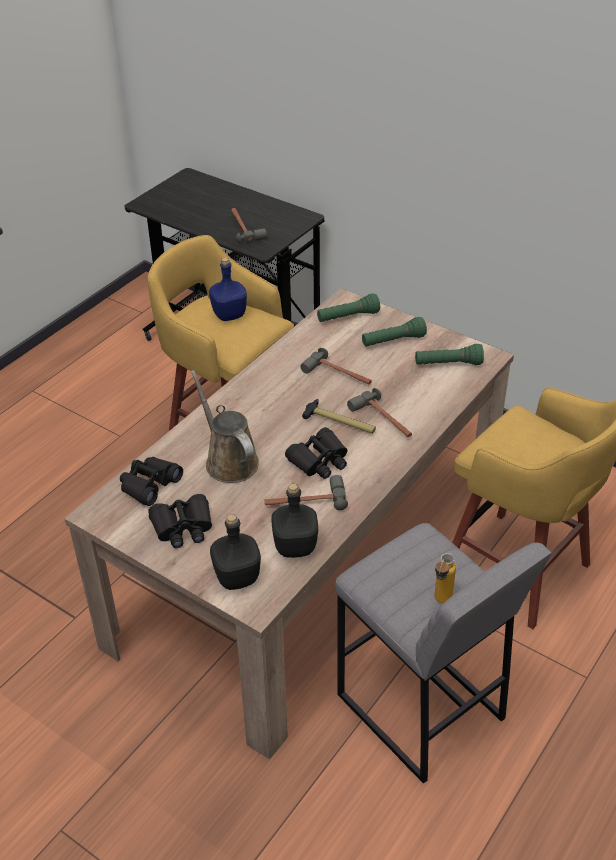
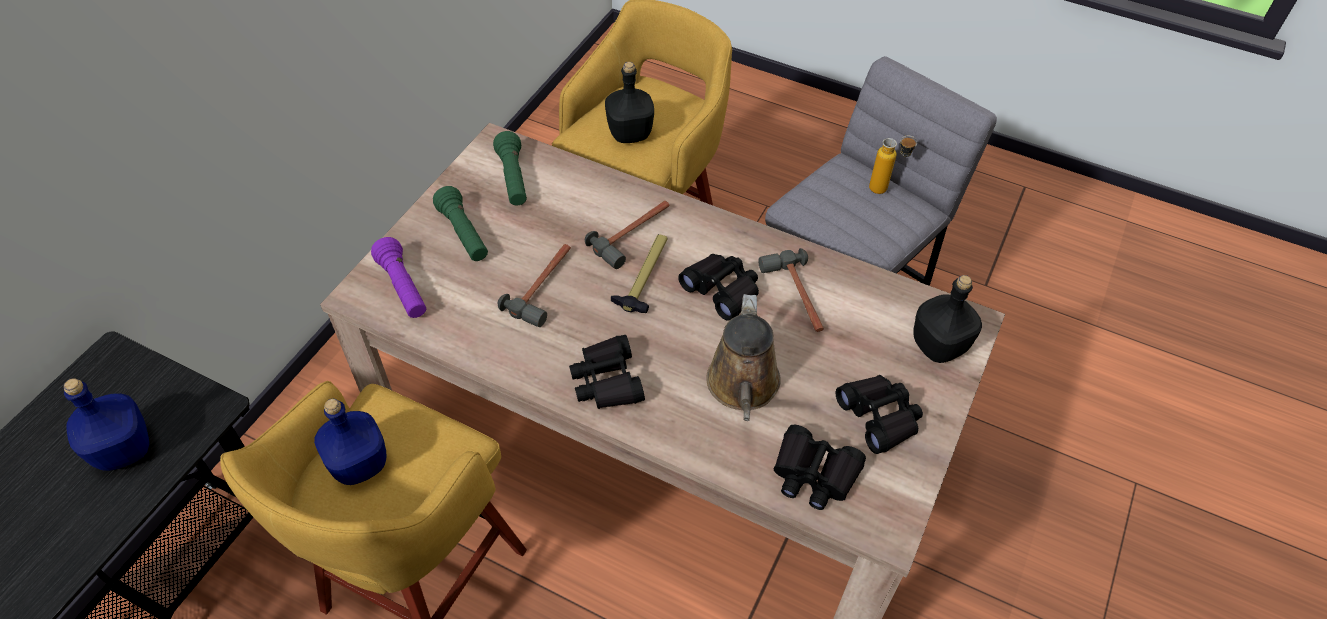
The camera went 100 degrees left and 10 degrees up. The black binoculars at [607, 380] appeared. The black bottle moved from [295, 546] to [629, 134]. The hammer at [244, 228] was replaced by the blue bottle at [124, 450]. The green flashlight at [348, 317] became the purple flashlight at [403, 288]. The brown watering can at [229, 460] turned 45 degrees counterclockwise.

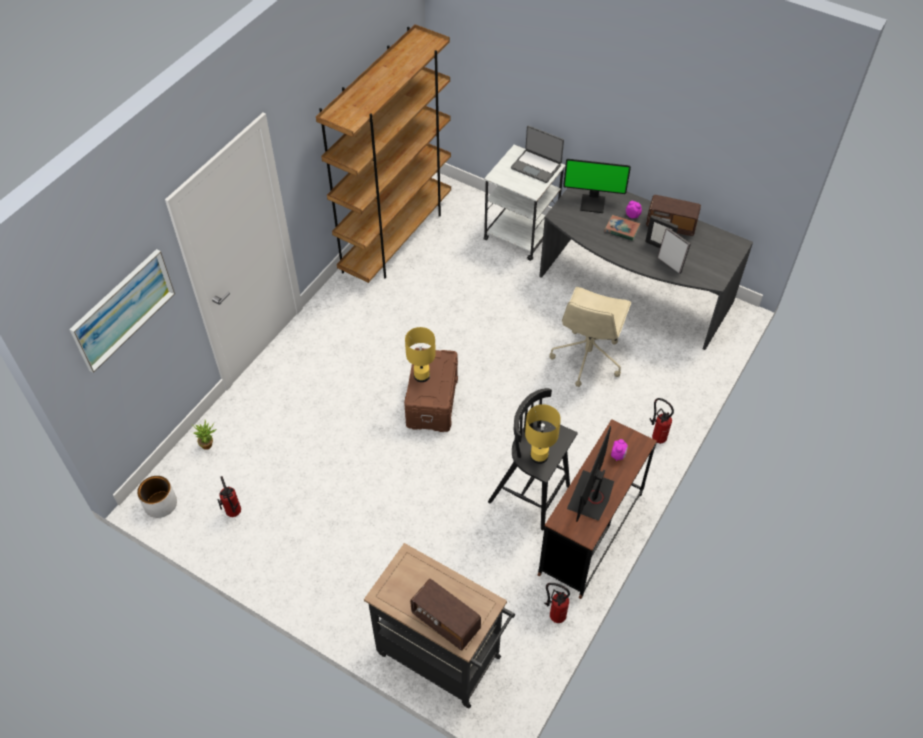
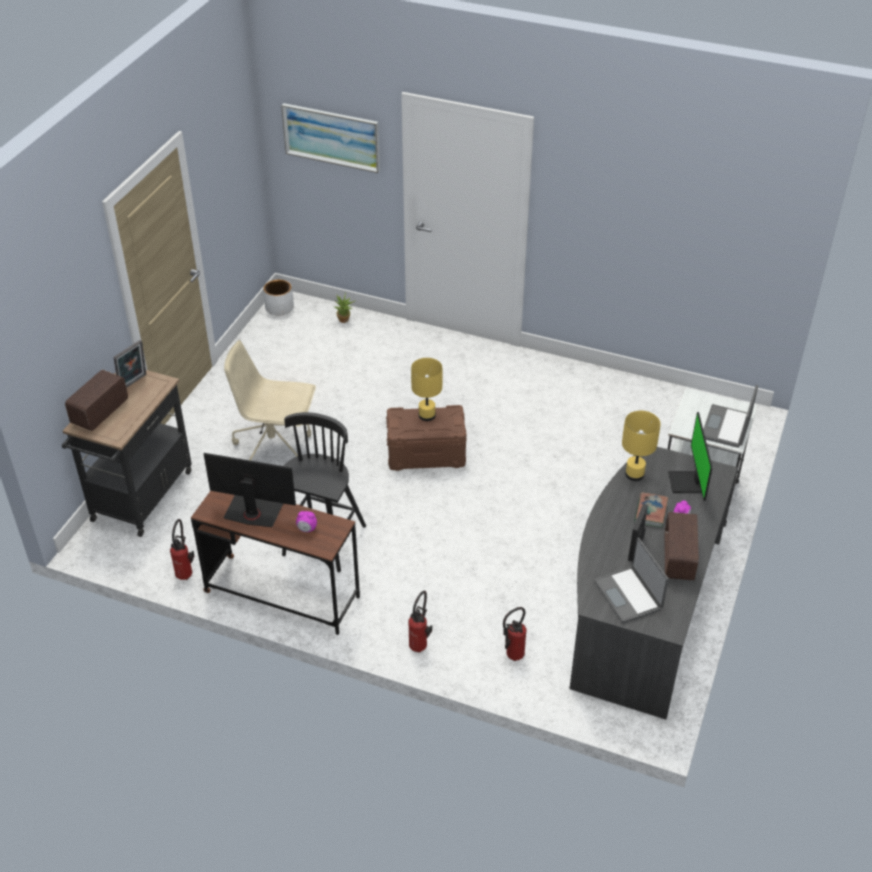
The camera went 80 degrees right and 10 degrees down. The brown bookcase at [396, 238] disappeared. The laptop at [629, 595] appeared. The fire extinguisher moved from [233, 514] to [512, 656]. The yellow table lamp moved from [539, 456] to [634, 474]. The beige office chair moved from [588, 356] to [276, 448]. The picture frame moved from [670, 264] to [134, 383].

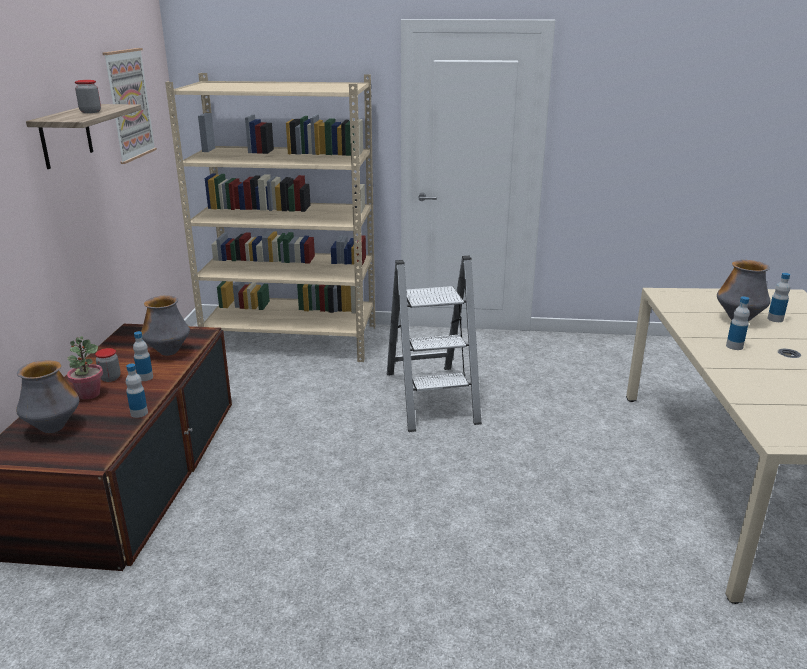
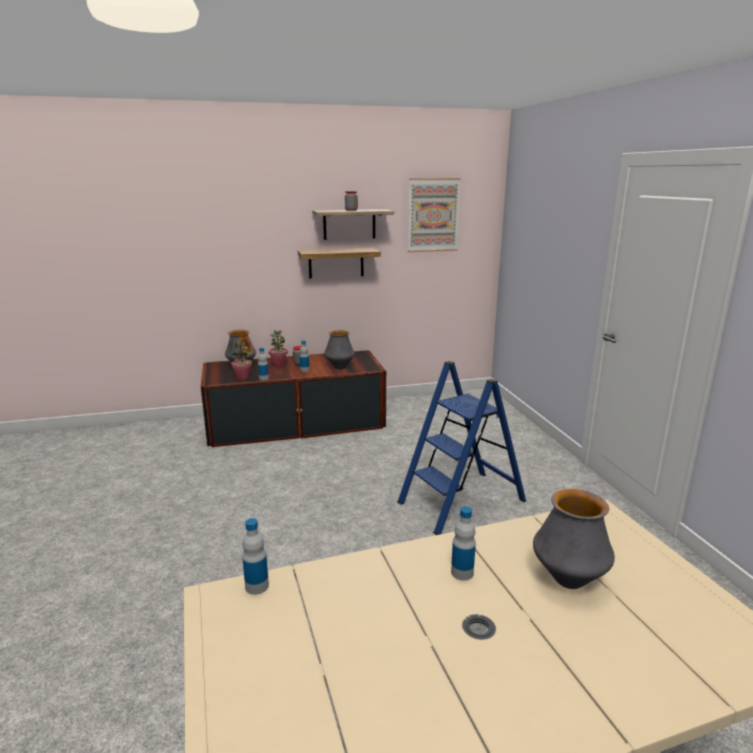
The camera went 70 degrees right and 5 degrees down. The beige bookcase at [292, 340] disappeared. The potted plant at [243, 377] appeared. The shelf at [336, 263] appeared. The bottle moved from [775, 319] to [257, 586]. The grey step ladder at [430, 396] became the blue step ladder at [463, 501].

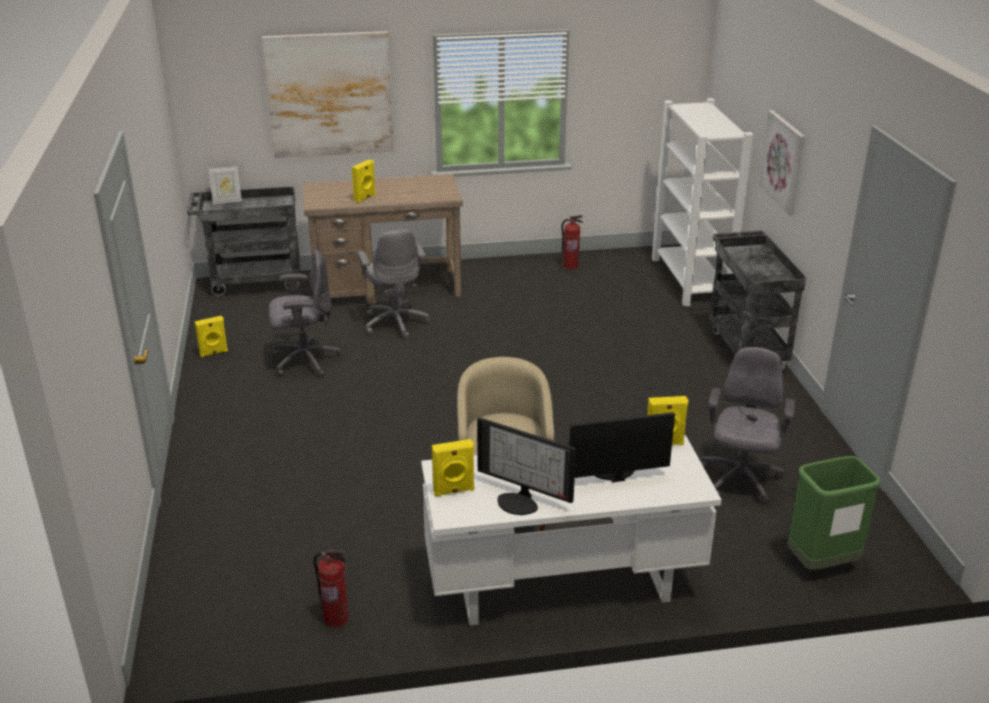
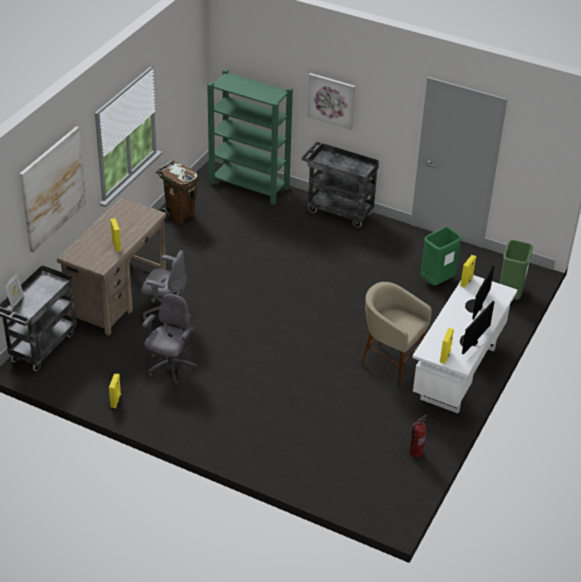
The camera went 55 degrees left and 10 degrees up. The fire extinguisher at [571, 265] was replaced by the brown trash can at [180, 215]. The grey office chair at [740, 480] was replaced by the green trash can at [437, 281]. The white bookcase at [690, 280] became the green bookcase at [249, 186]. The monitor at [520, 501] turned 150 degrees clockwise.

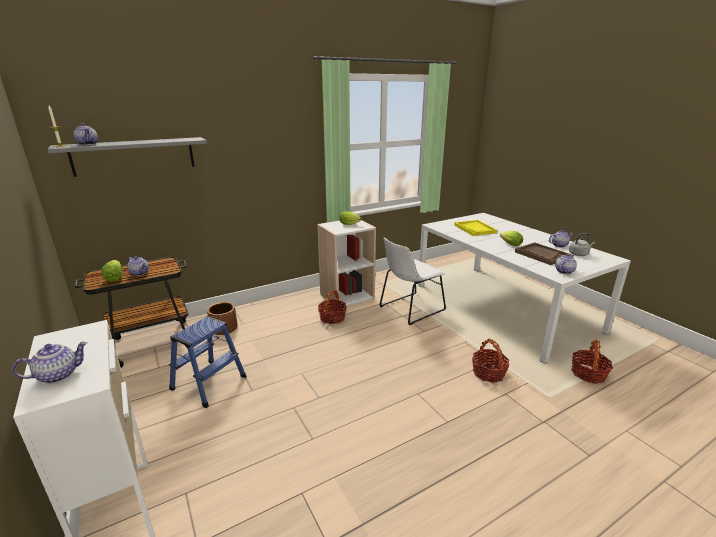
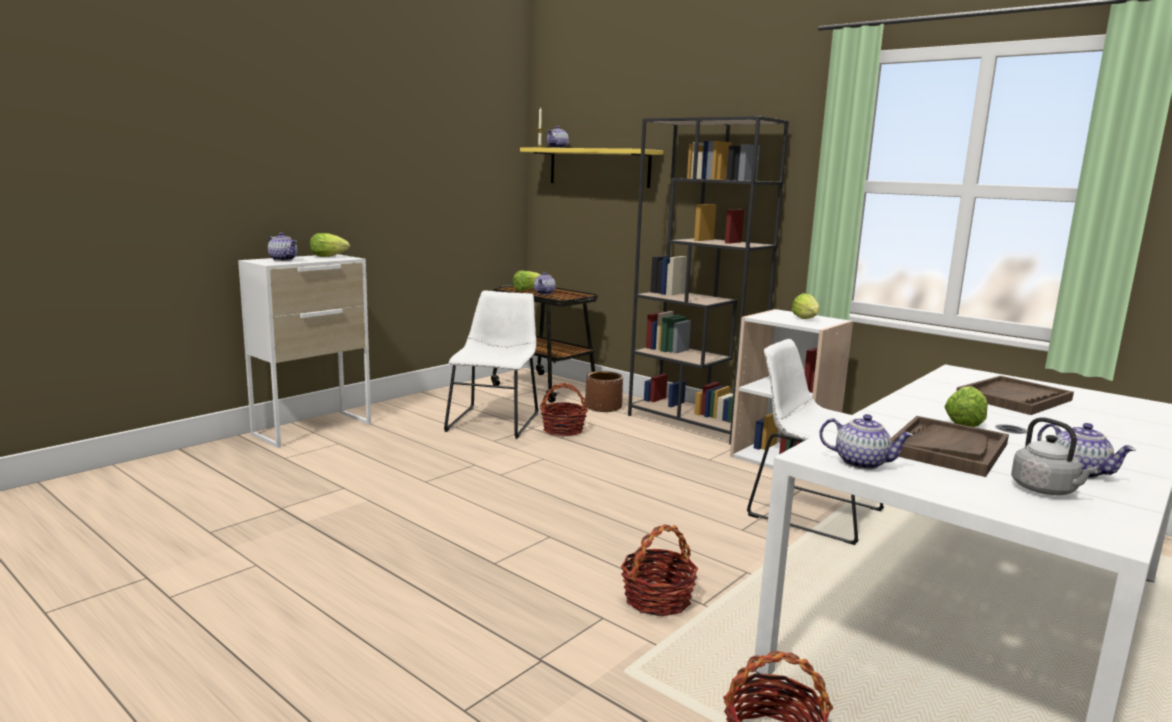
The camera went 70 degrees right and 10 degrees down. The lettuce at [330, 256] appeared. The bookcase at [693, 423] appeared. The basket moved from [332, 318] to [563, 430]. The blue step ladder at [209, 382] was replaced by the white chair at [494, 421]. The grey shelf at [134, 156] became the yellow shelf at [599, 167]. The yellow tray at [475, 229] became the brown tray at [1013, 398].

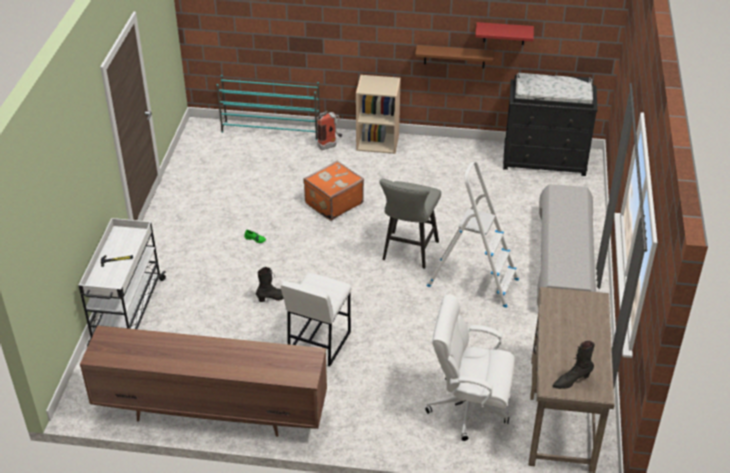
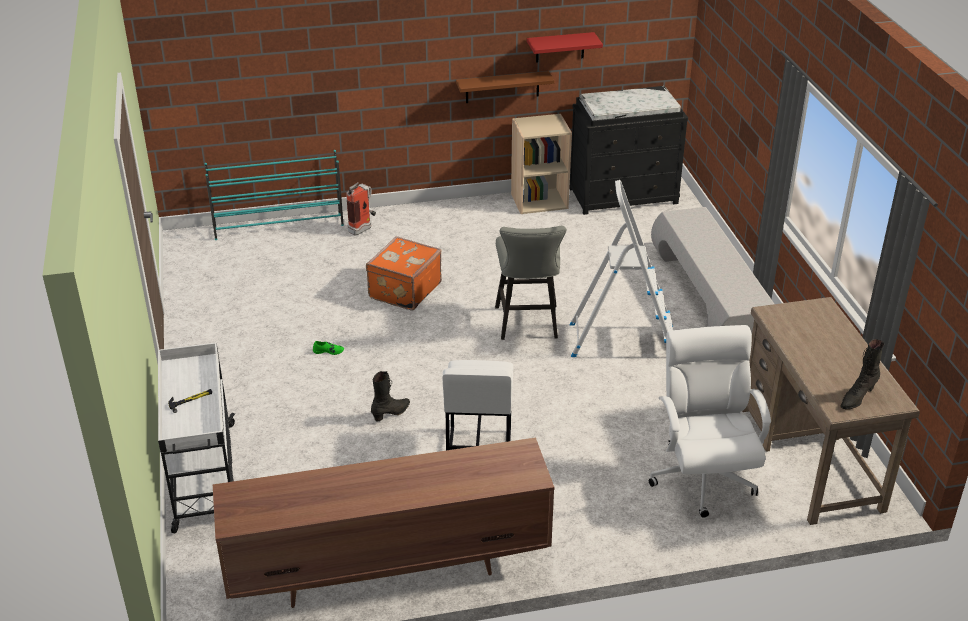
The camera went 20 degrees left and 5 degrees down. The beige bookcase moved from [378, 142] to [540, 200]. The white office chair at [469, 407] turned 90 degrees clockwise.

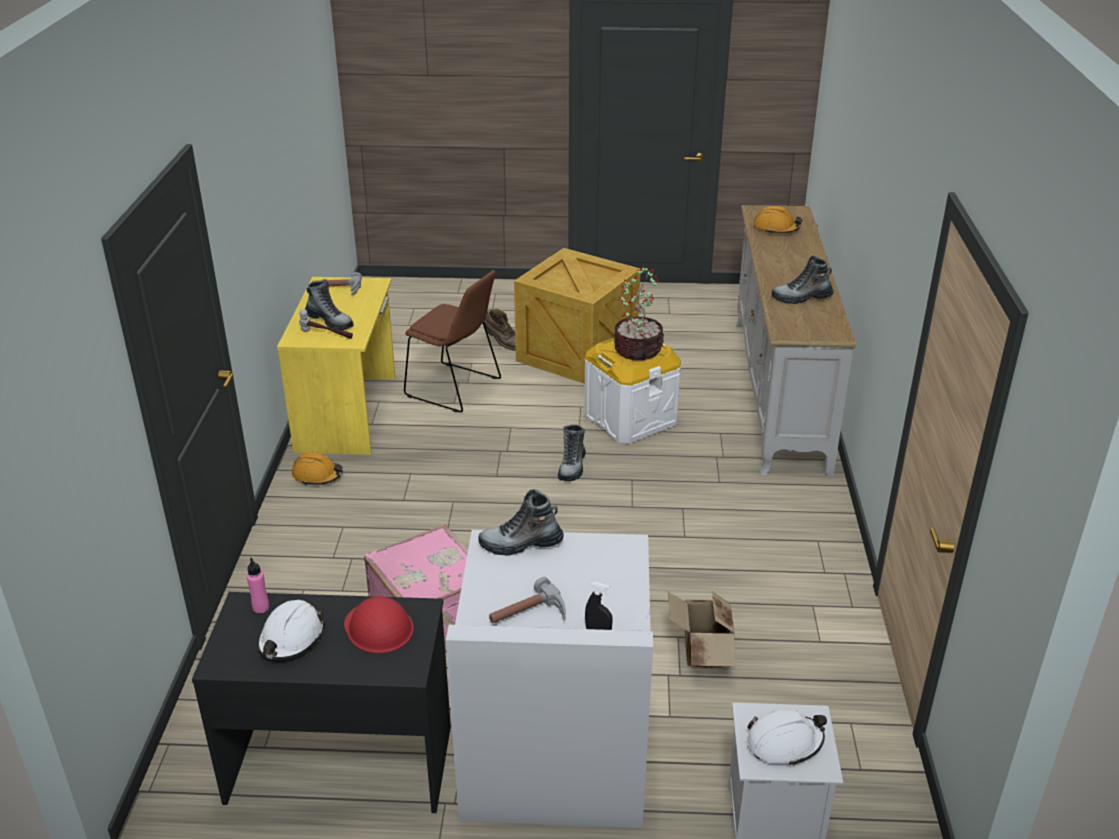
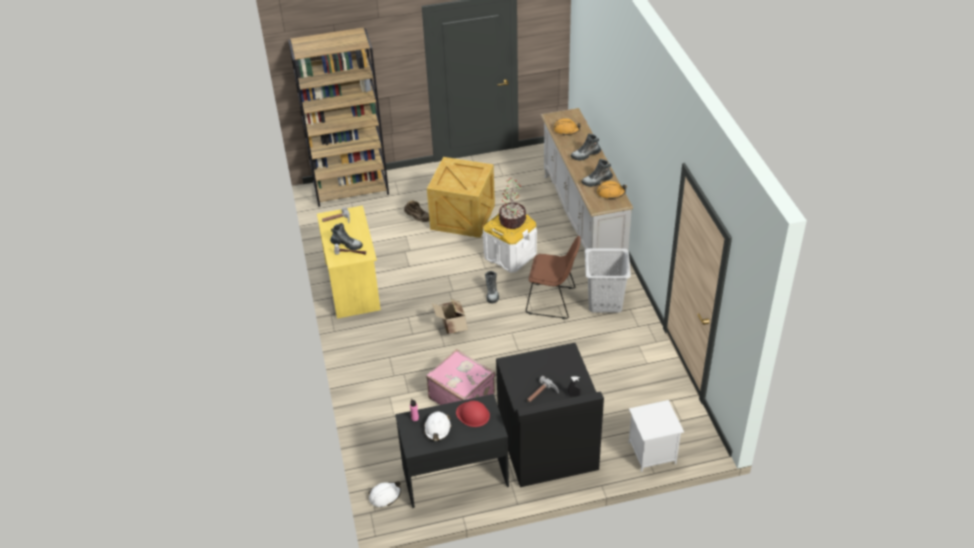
The camera went 15 degrees left and 10 degrees up. The brown bookcase at [351, 189] appeared. The grey laundry basket at [605, 302] appeared. The orange hard hat moved from [317, 475] to [611, 193]. The brown chair moved from [456, 388] to [553, 301]. The boot moved from [521, 544] to [585, 155]. The cardboard box moved from [702, 654] to [452, 327]. The white hard hat moved from [784, 743] to [385, 496]. The white washing machine at [553, 746] became the black washing machine at [546, 444].

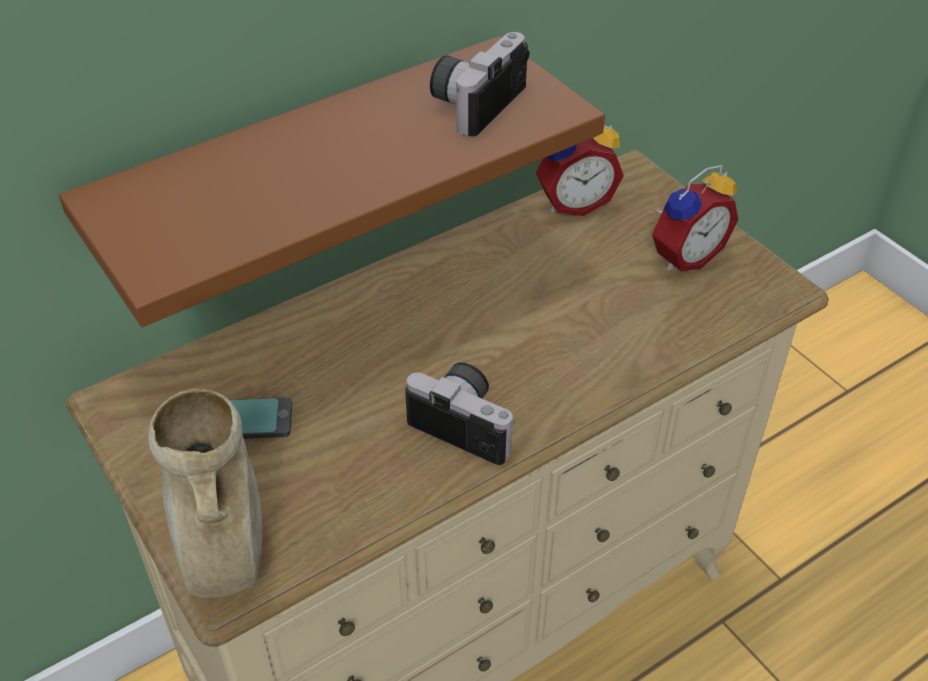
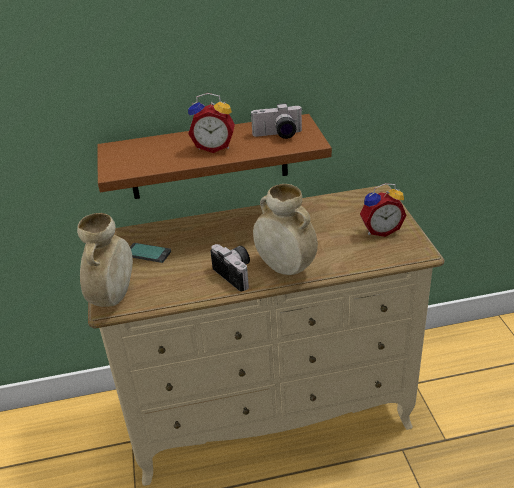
The camera went 25 degrees right and 10 degrees down. The beige vase at [285, 268] appeared. The alarm clock moved from [574, 203] to [214, 147]. The photo camera at [475, 102] turned 150 degrees counterclockwise.

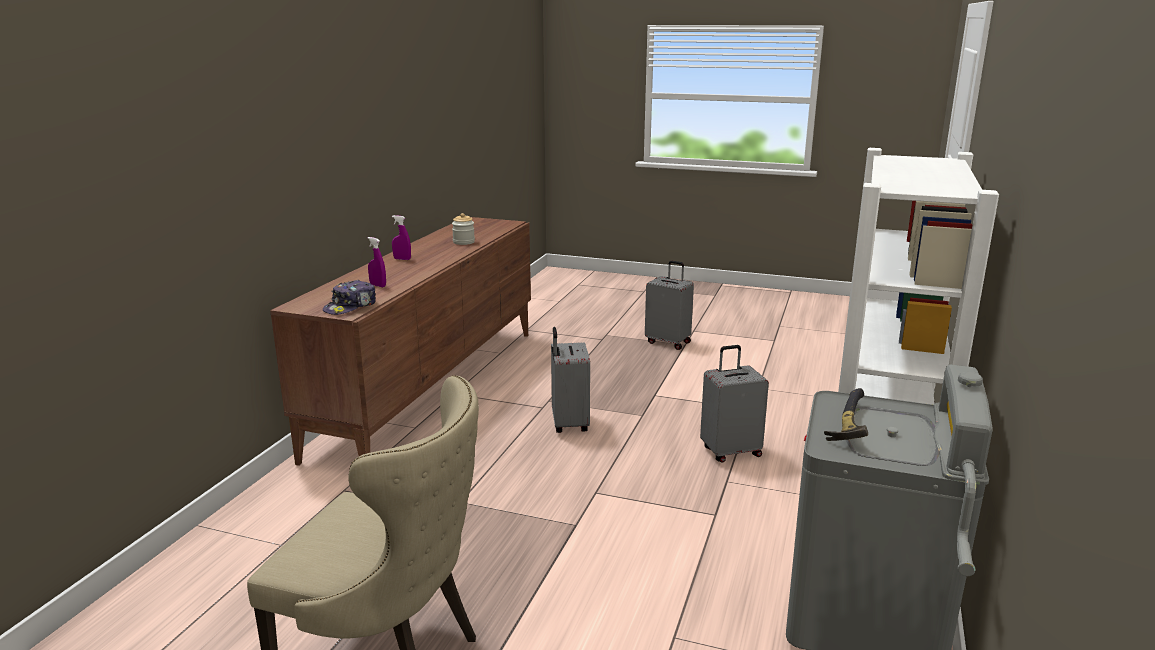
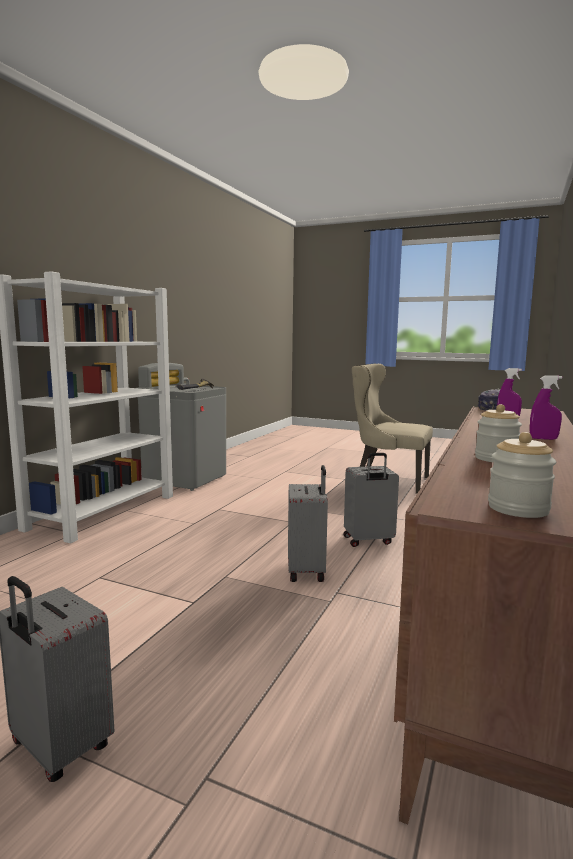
The camera went 175 degrees left and 10 degrees down. The jar at [518, 509] appeared. The grey suitcase moved from [730, 451] to [368, 541].

